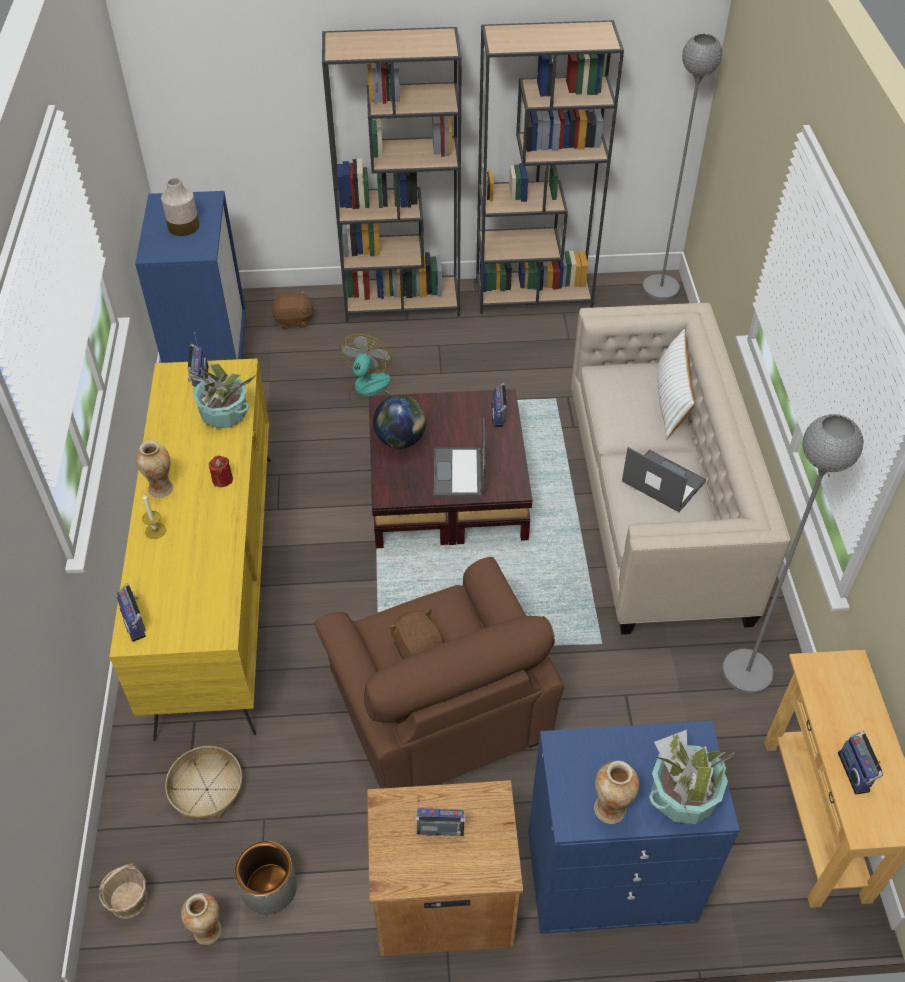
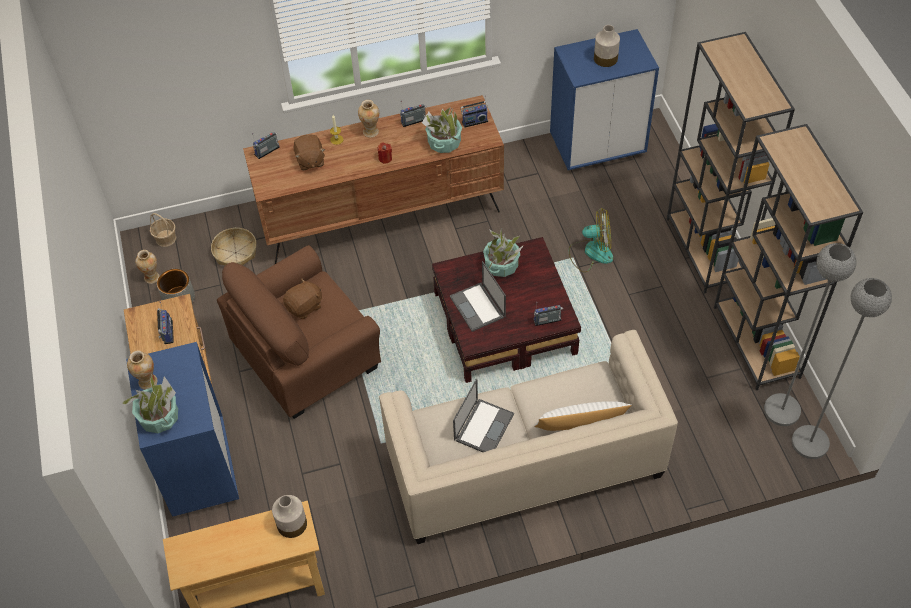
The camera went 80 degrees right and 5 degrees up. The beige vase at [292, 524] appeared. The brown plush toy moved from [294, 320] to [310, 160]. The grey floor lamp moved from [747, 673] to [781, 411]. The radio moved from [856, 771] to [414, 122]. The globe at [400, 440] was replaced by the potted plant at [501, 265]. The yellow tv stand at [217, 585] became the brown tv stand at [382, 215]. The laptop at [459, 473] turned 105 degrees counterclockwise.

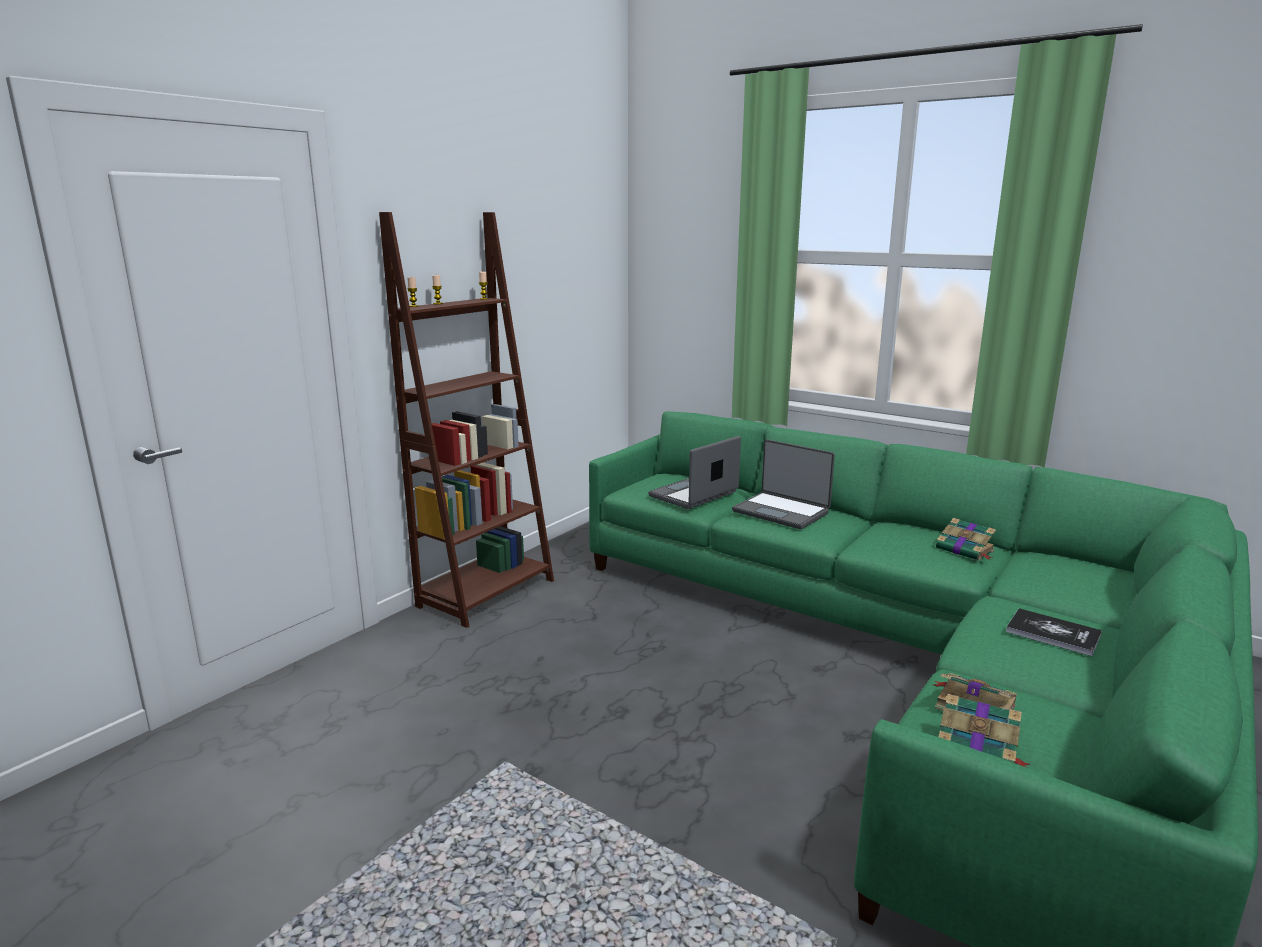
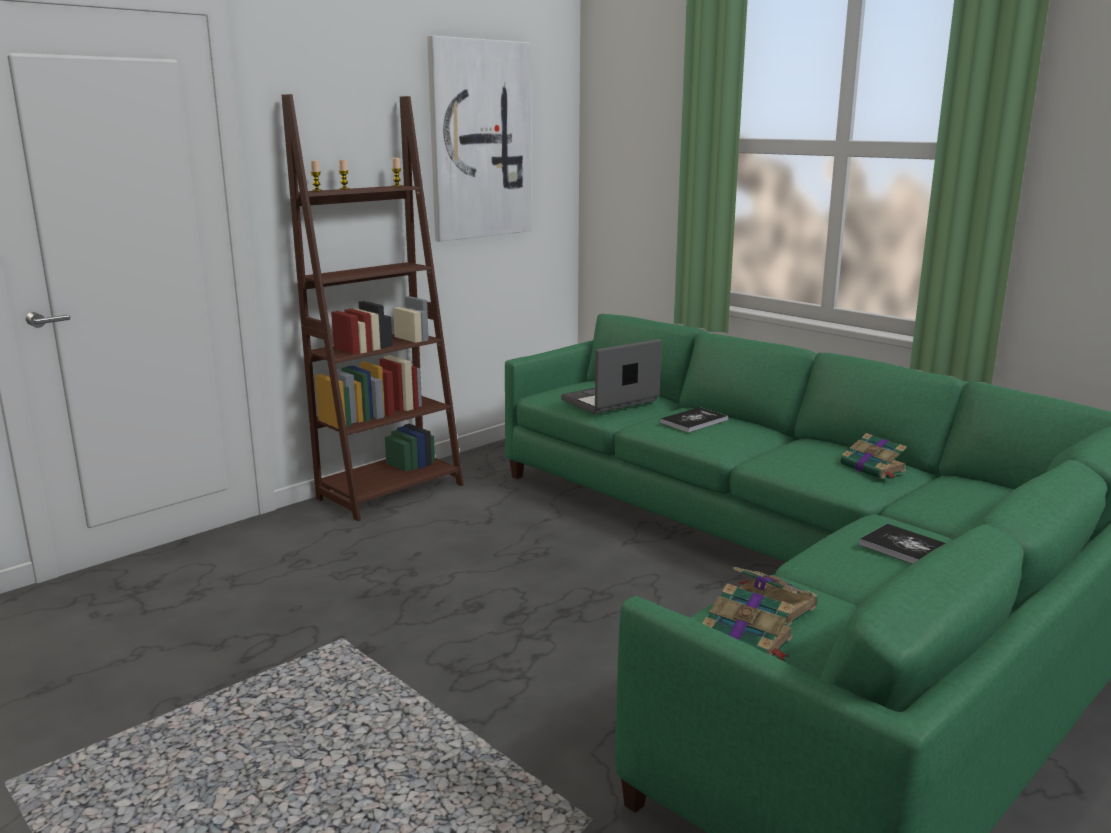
The camera went 10 degrees right and 0 degrees up. The picture at [479, 140] appeared. The laptop at [782, 511] was replaced by the book at [694, 421].

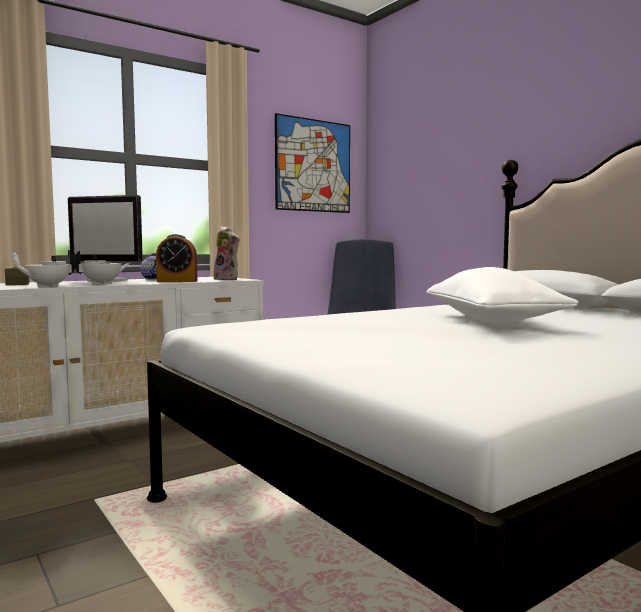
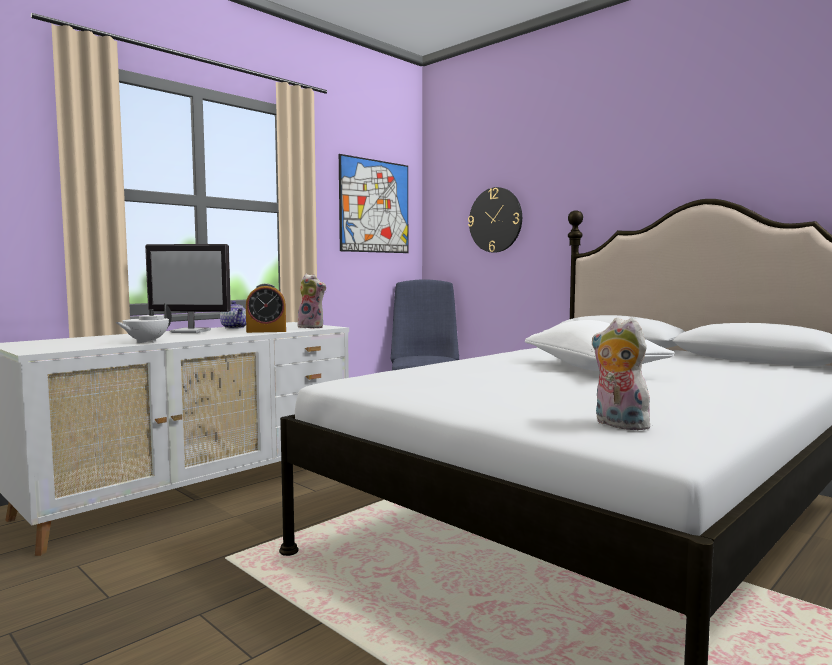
The camera went 10 degrees left and 0 degrees up. The brown tissue box at [18, 284] disappeared. The white teapot at [102, 283] disappeared. The wall clock at [495, 220] appeared. The plush toy at [617, 425] appeared.

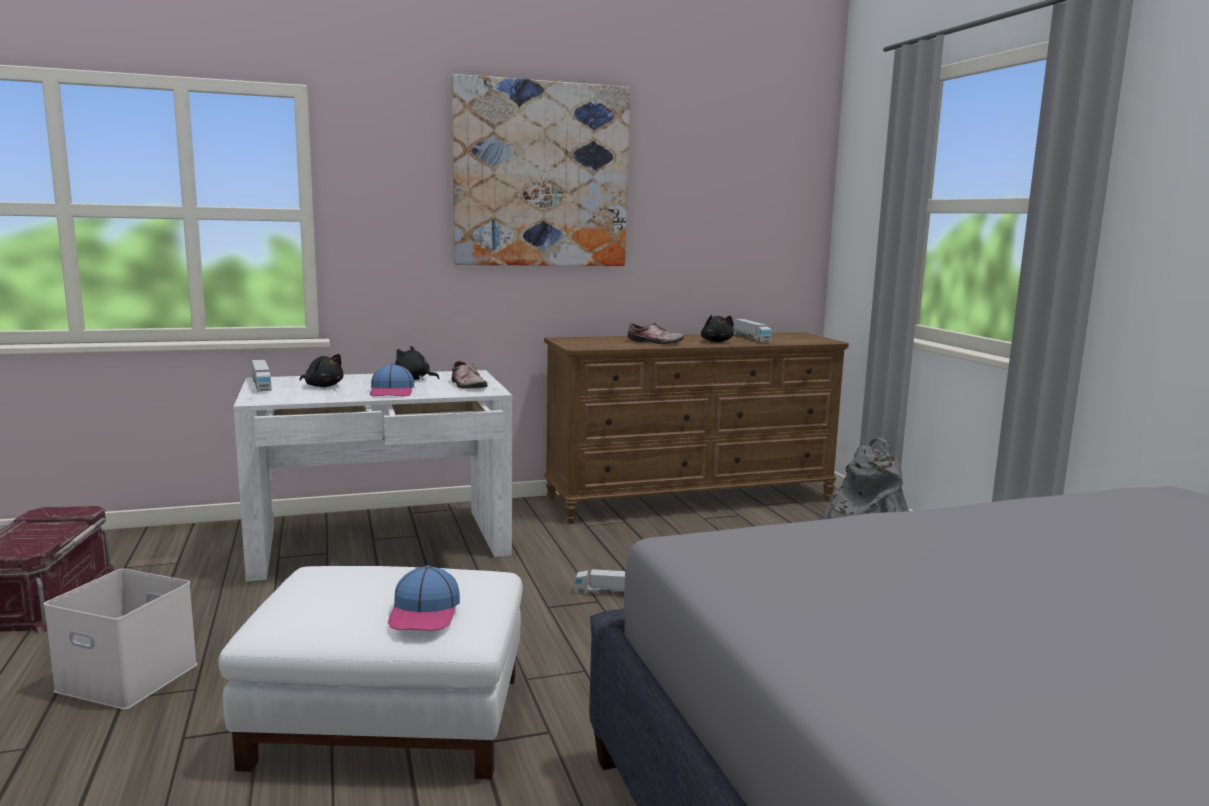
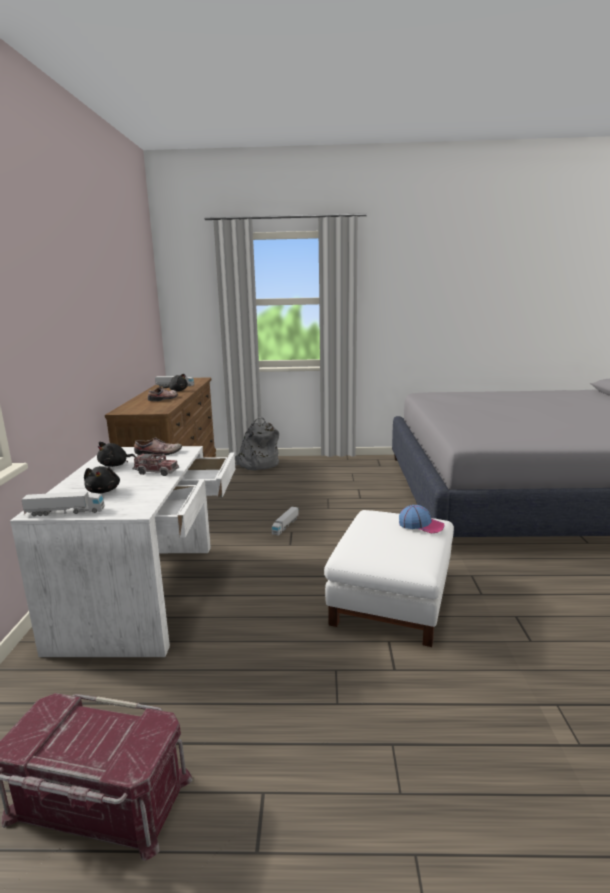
The camera went 70 degrees left and 5 degrees up. The white storage box at [131, 677] disappeared. The picture at [541, 175] disappeared. The cap at [392, 392] was replaced by the toy truck at [156, 471]. The black plush toy at [323, 386] turned 120 degrees clockwise.

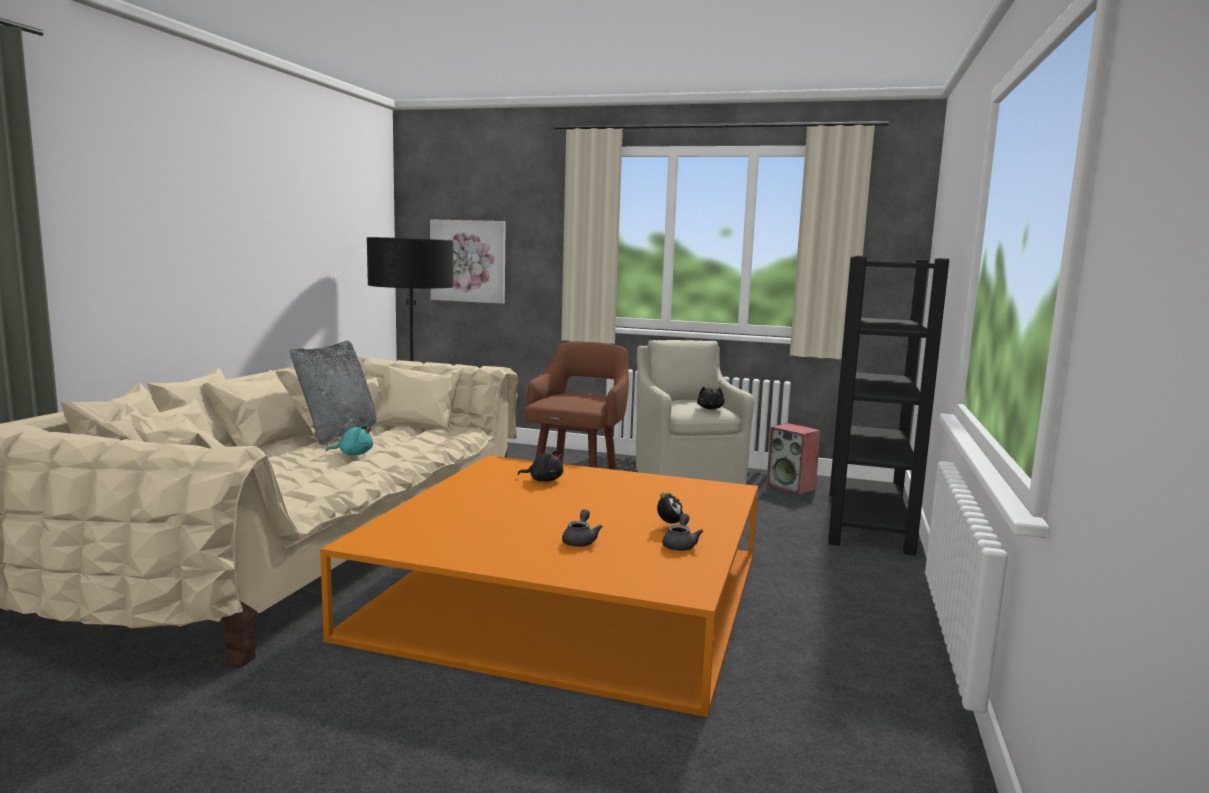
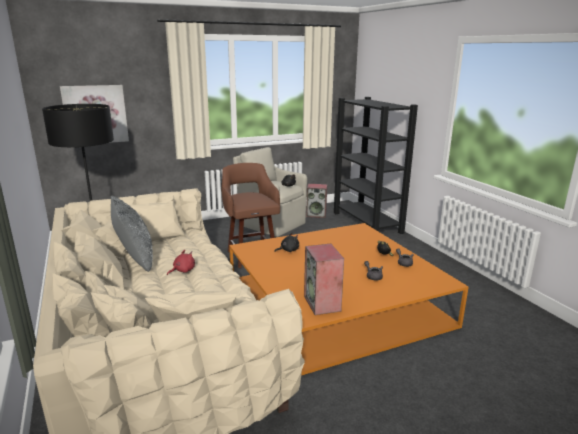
The camera went 40 degrees left and 10 degrees up. The speaker at [323, 304] appeared. The turquoise plush toy at [353, 454] became the red plush toy at [182, 270].

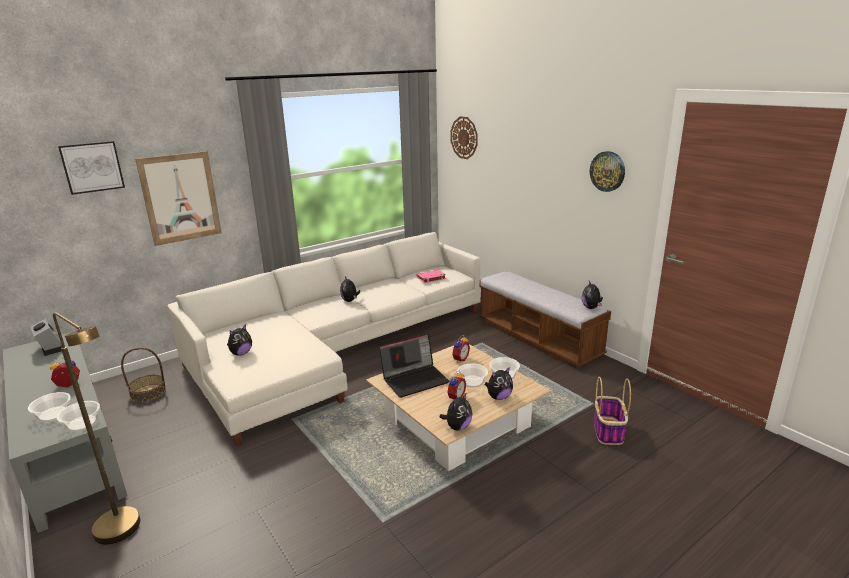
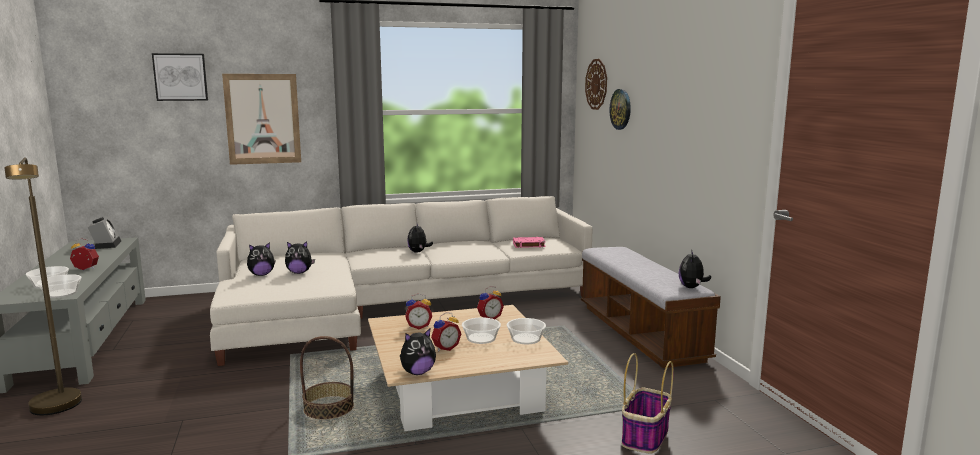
The camera went 20 degrees right and 10 degrees down. The basket moved from [148, 393] to [329, 408]. The plush toy moved from [498, 397] to [299, 272]. The wall clock moved from [607, 171] to [621, 109]. The laptop at [415, 379] was replaced by the alarm clock at [419, 326].

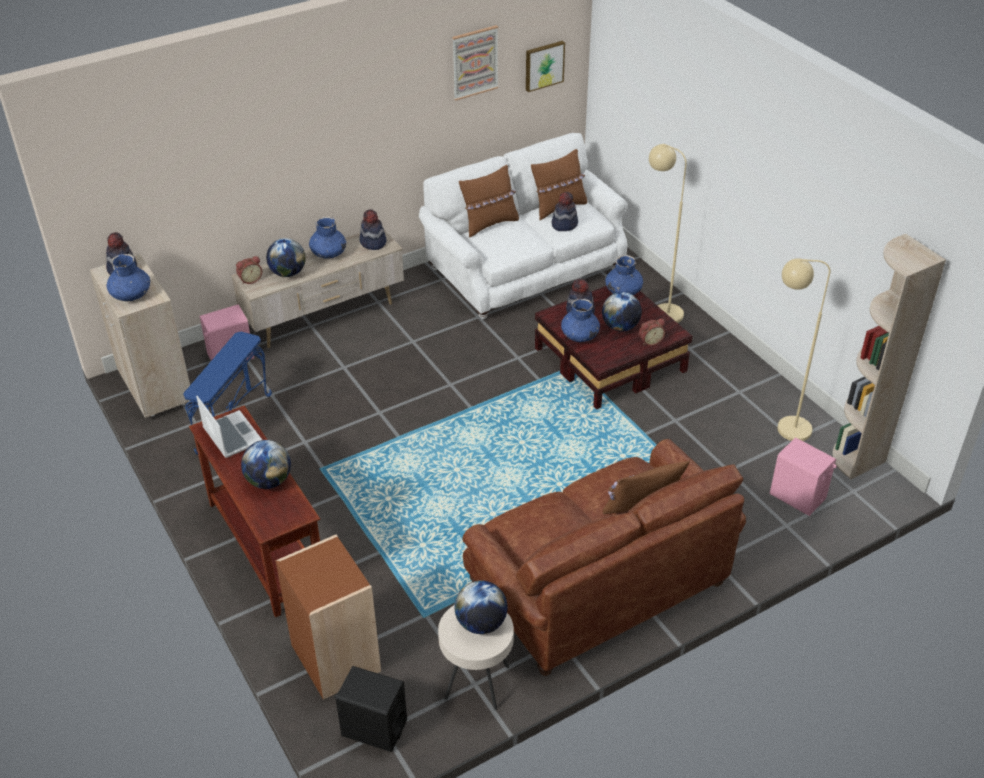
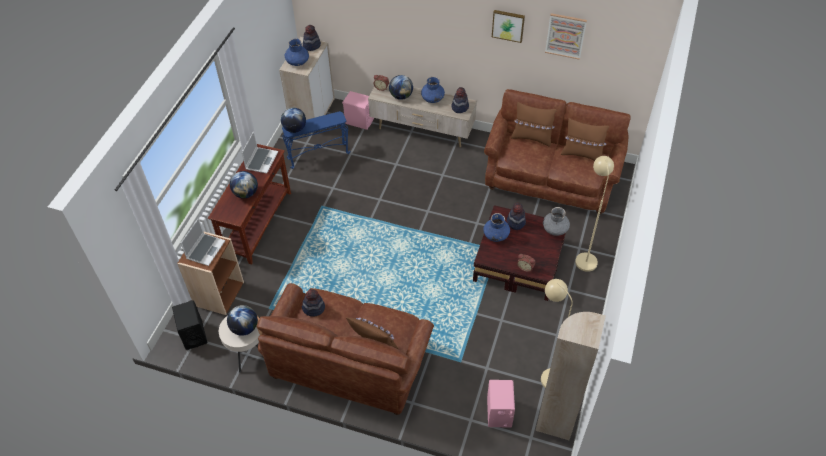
The camera went 50 degrees right and 10 degrees up. The laptop at [205, 249] appeared. The picture moved from [543, 65] to [508, 25]. The hat moved from [564, 224] to [313, 308]. The globe moved from [620, 327] to [295, 129]. The white sofa at [524, 269] became the brown sofa at [551, 177]. The blue vase at [623, 291] became the grey vase at [555, 229].

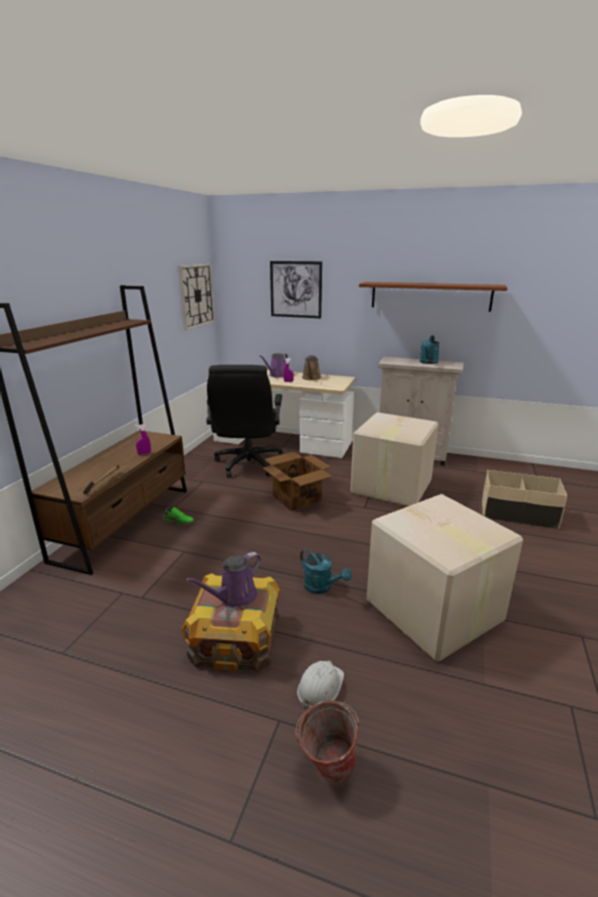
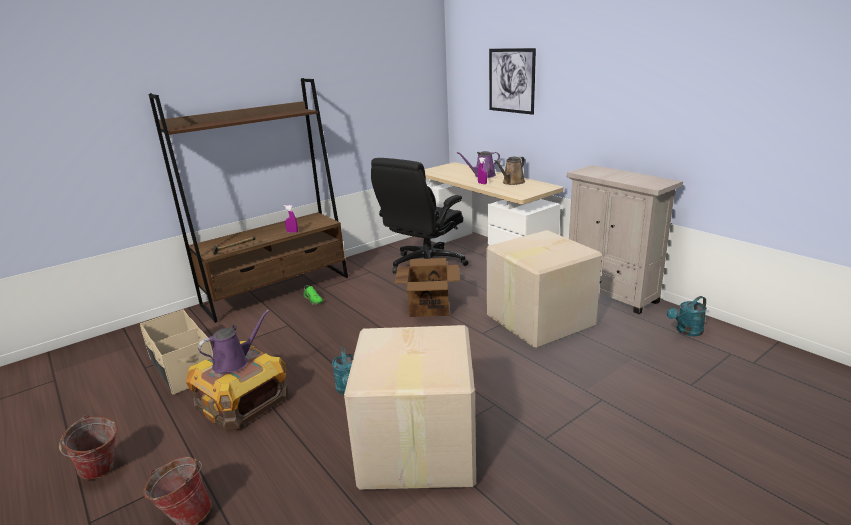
The camera went 35 degrees right and 0 degrees up. The wall clock at [196, 296] disappeared. The white hard hat at [320, 687] disappeared. The brown shelf at [430, 296] disappeared. The bucket at [101, 472] appeared. The turquoise watering can moved from [428, 362] to [686, 331]. The beige storage box moved from [518, 514] to [182, 368]. The purple watering can at [234, 597] turned 150 degrees clockwise.

